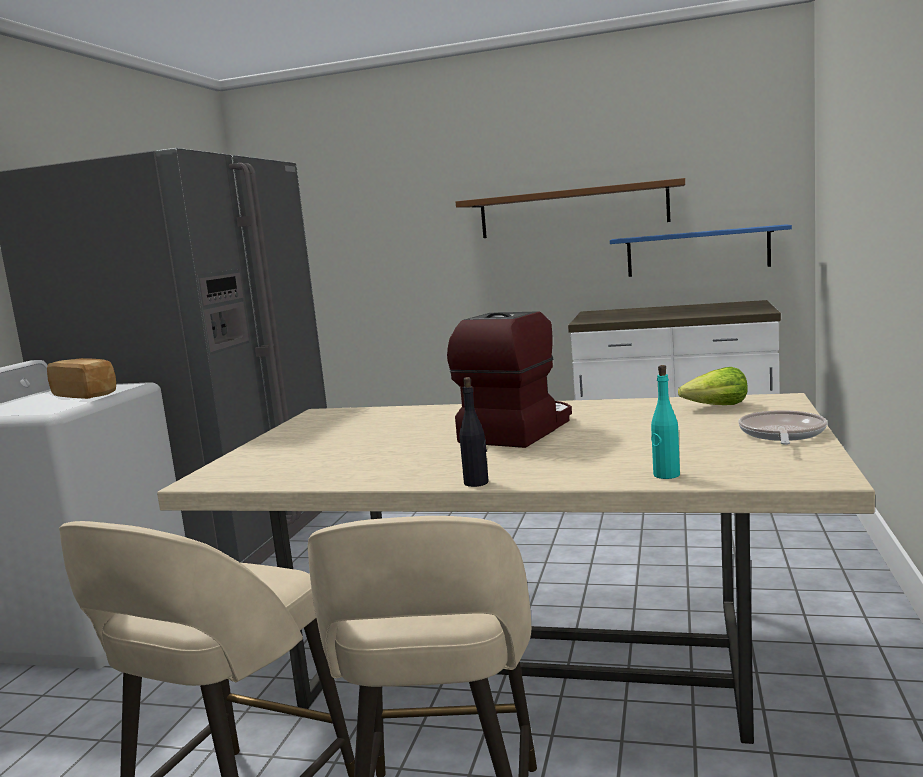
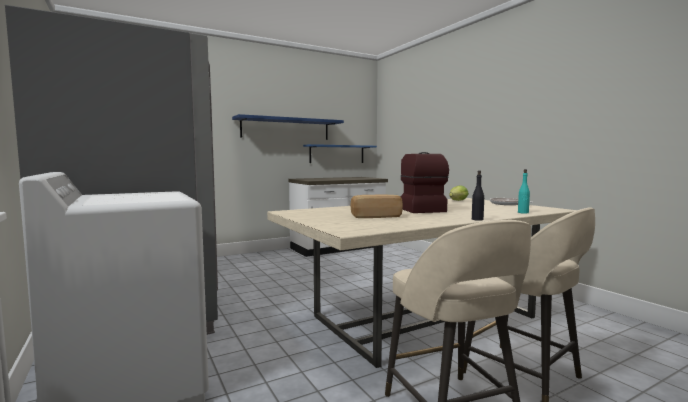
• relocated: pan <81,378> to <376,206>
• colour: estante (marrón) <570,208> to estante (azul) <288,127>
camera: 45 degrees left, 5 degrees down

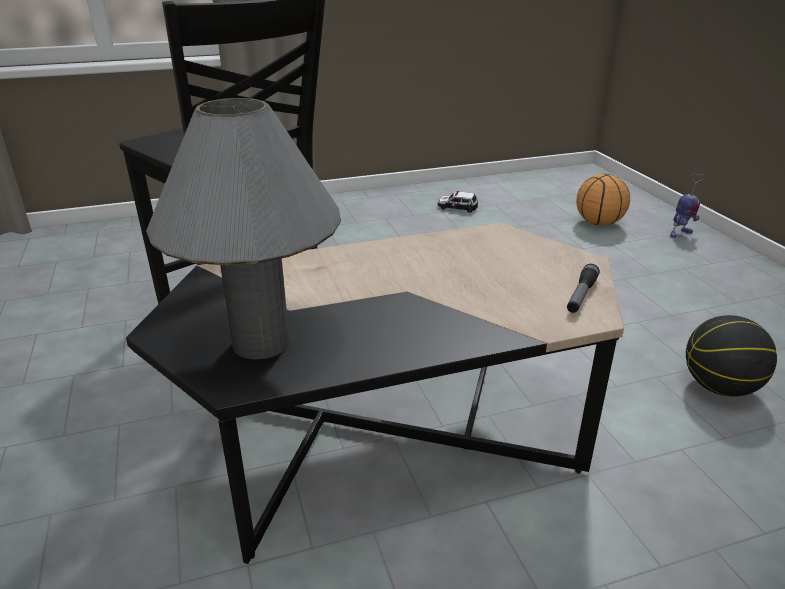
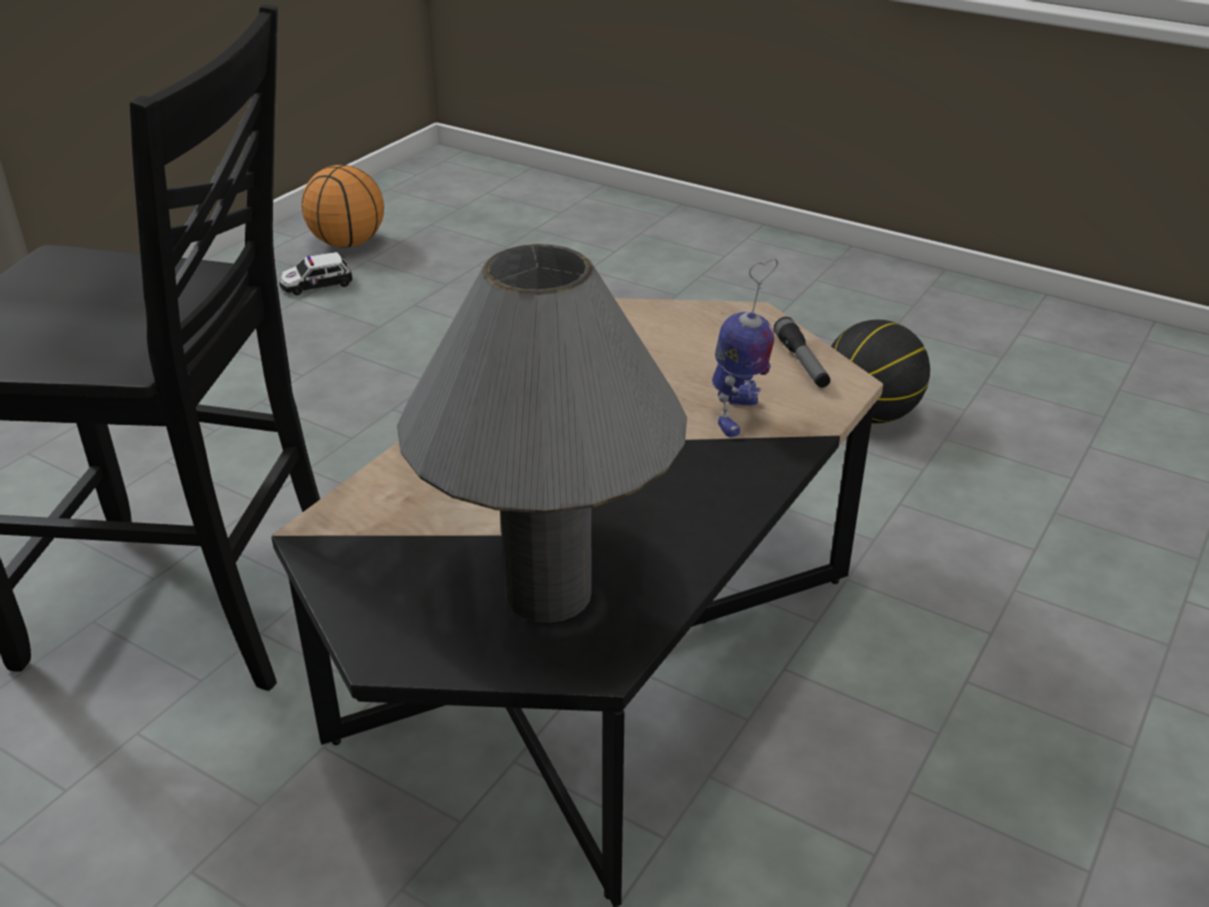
• relocated: balón de baloncesto <603,200> to <343,206>
• relocated: robot de juguete <687,206> to <745,347>
camera: 40 degrees left, 5 degrees up

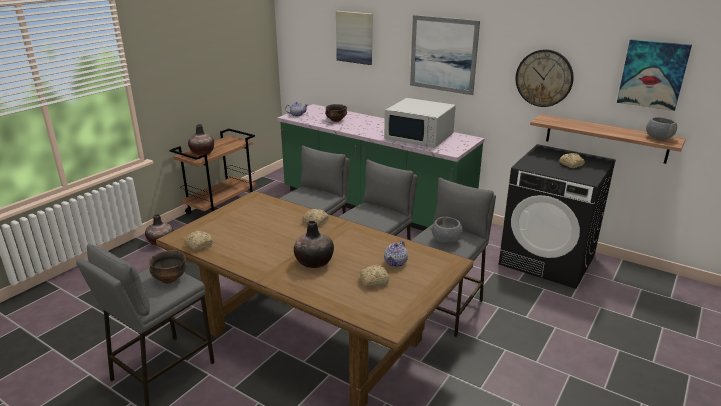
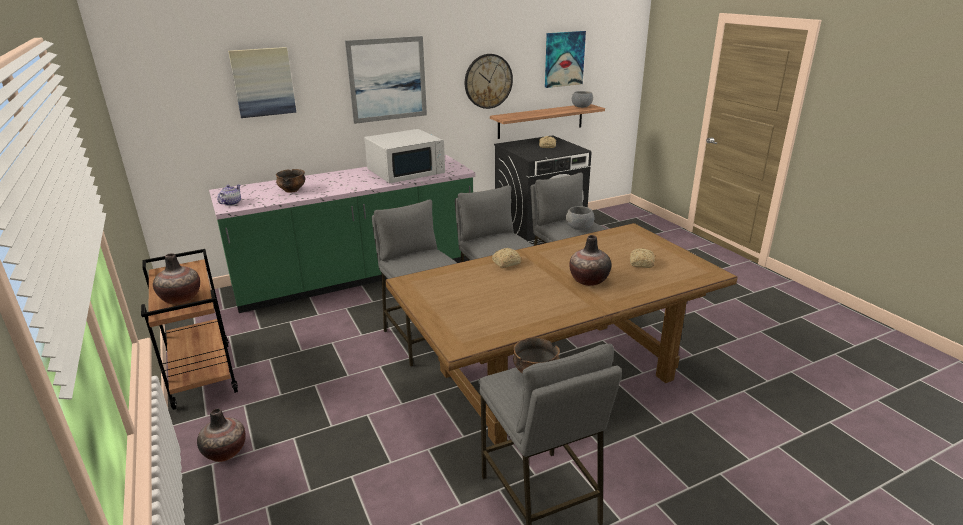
• missing: pan <198,241>
• missing: tetera <396,253>
camera: 60 degrees left, 0 degrees up

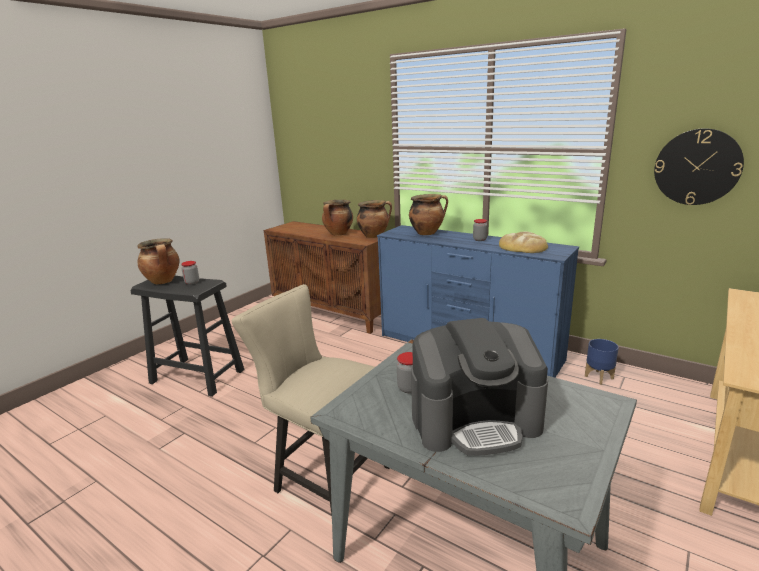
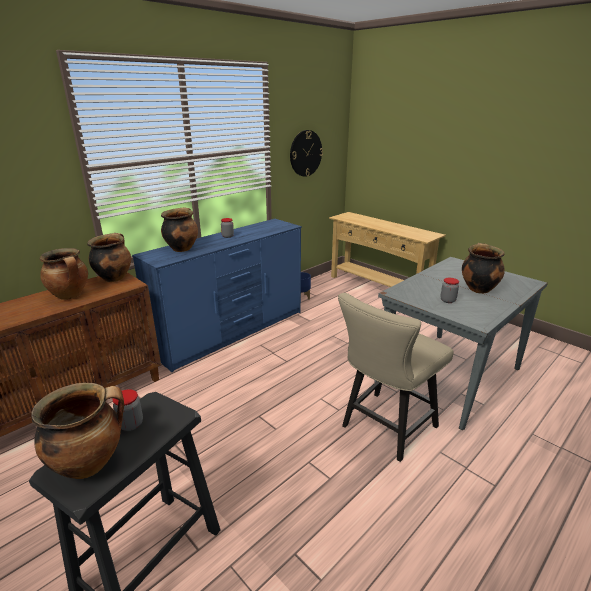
• missing: pan <523,242>
• exchanged: cafetera <479,387> to olla <483,268>
camera: 80 degrees left, 5 degrees up

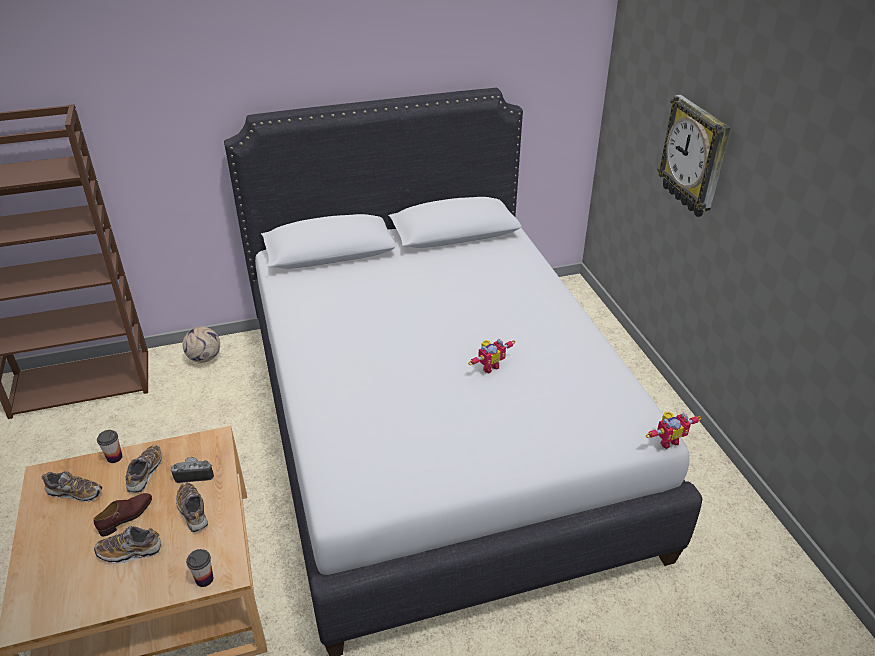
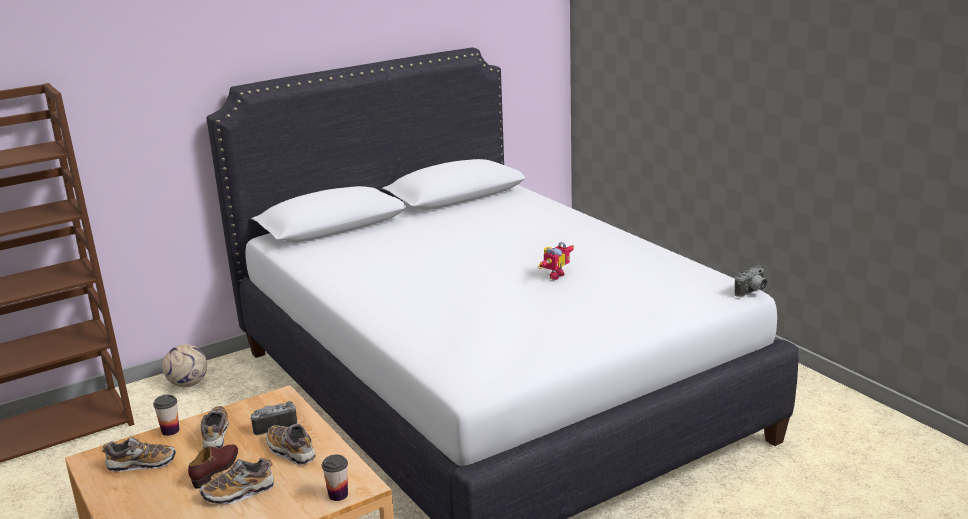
• missing: reloj de pared <694,156>
• exchanged: robot de juguete <673,430> to cámara <751,281>
camera: 15 degrees left, 15 degrees down

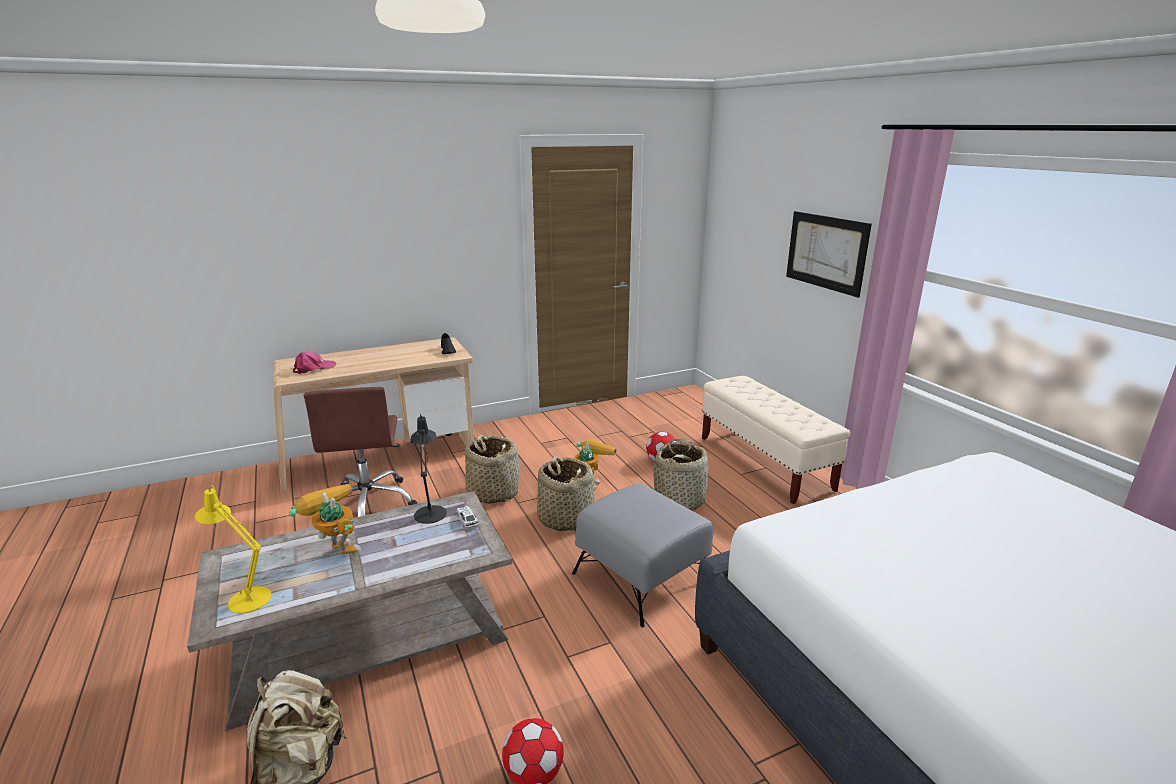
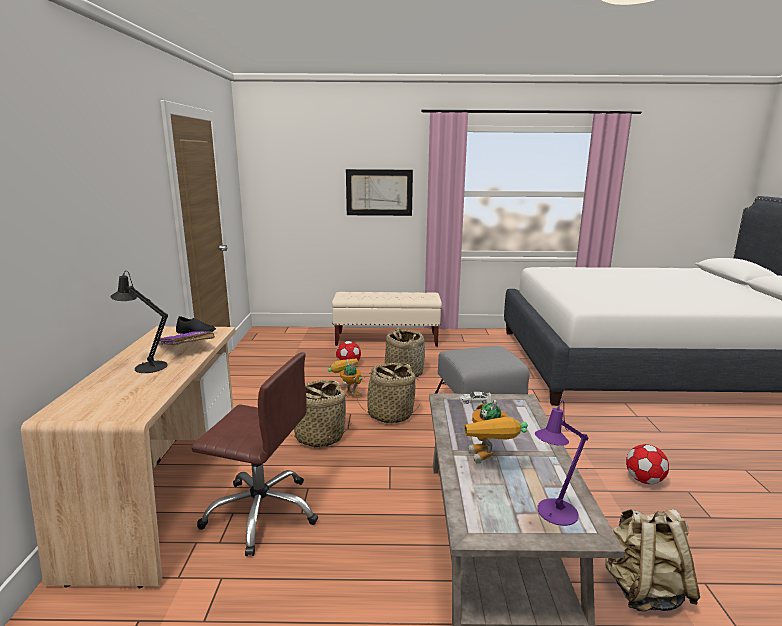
• missing: gorra (rosa) <314,363>
• appeared: libro (morado) <185,338>
• relocated: lámpara de mesa (negro) <429,469> to <139,322>
• colour: lámpara de mesa (amarillo) <233,549> to lámpara de mesa (morado) <562,463>
• spun: robot de juguete <325,519> = <496,428> 75 degrees counterclockwise
camera: 65 degrees left, 5 degrees down

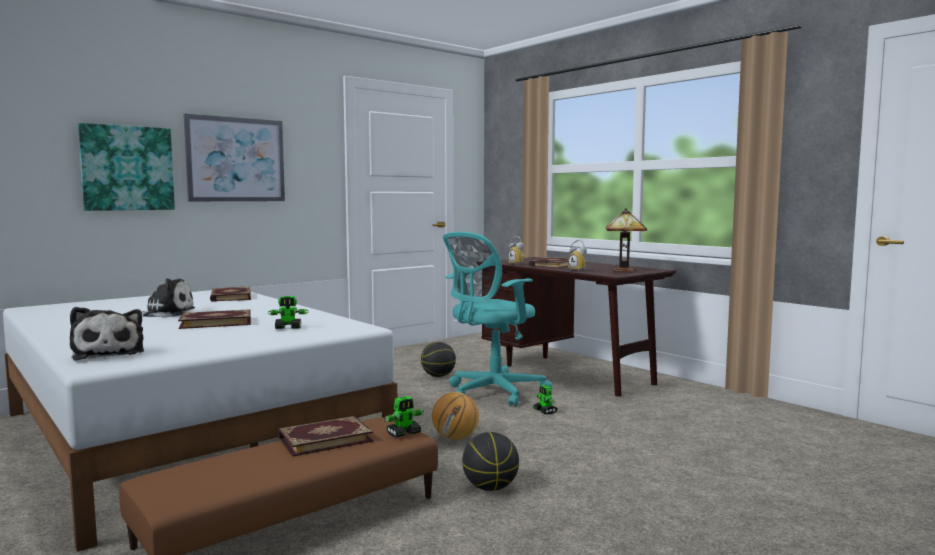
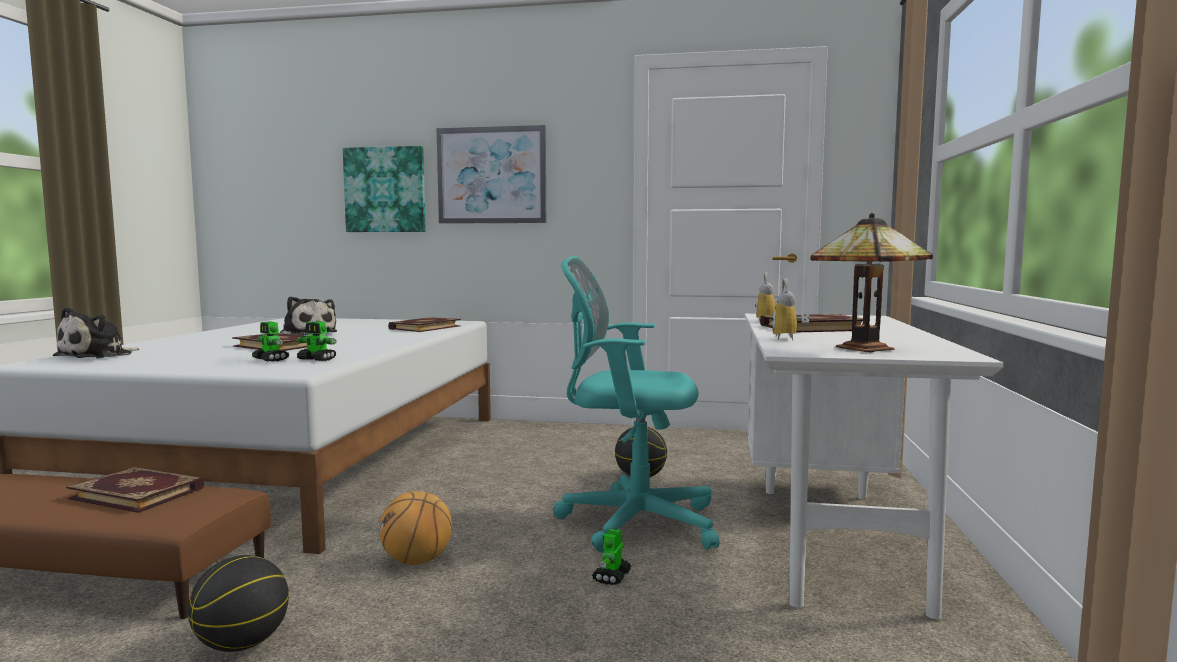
• relocated: robot de juguete <403,416> to <317,341>
• colour: escritorio (marrón) <578,326> to escritorio (blanco) <874,466>
camera: 50 degrees right, 0 degrees up

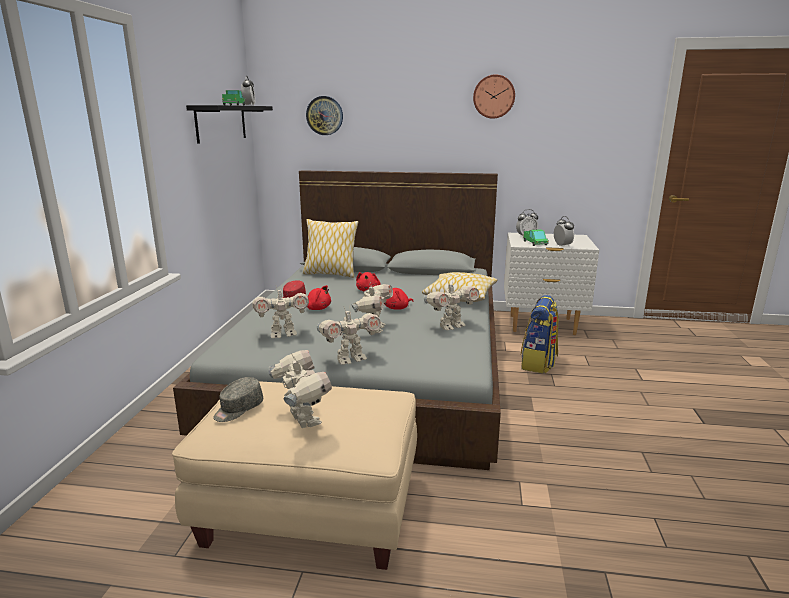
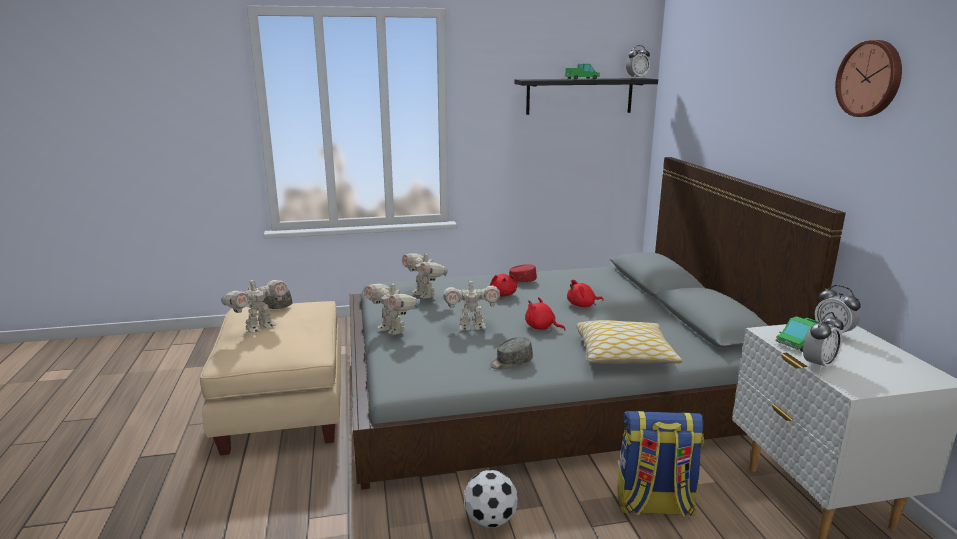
• missing: cojín <330,248>
• missing: reloj de pared <324,115>
• appeared: balón de fútbol <491,499>
• exchanged: robot de juguete <451,305> to gorra (gris) <511,353>
camera: 70 degrees right, 0 degrees up

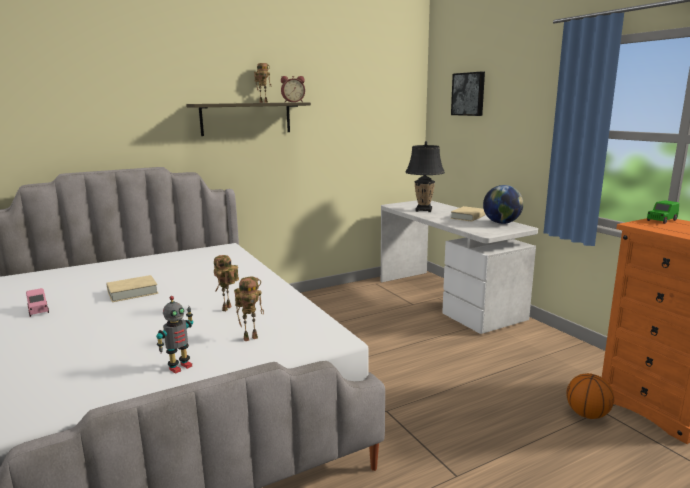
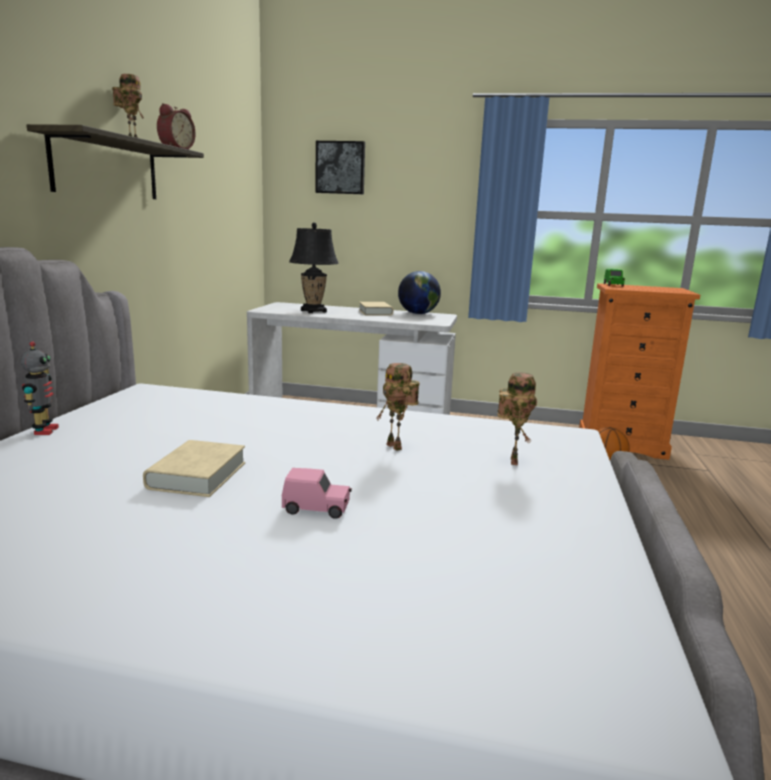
• relocated: coche de juguete (rosa) <37,302> to <316,493>
• relocated: robot de juguete <174,335> to <40,388>
camera: 50 degrees left, 0 degrees up

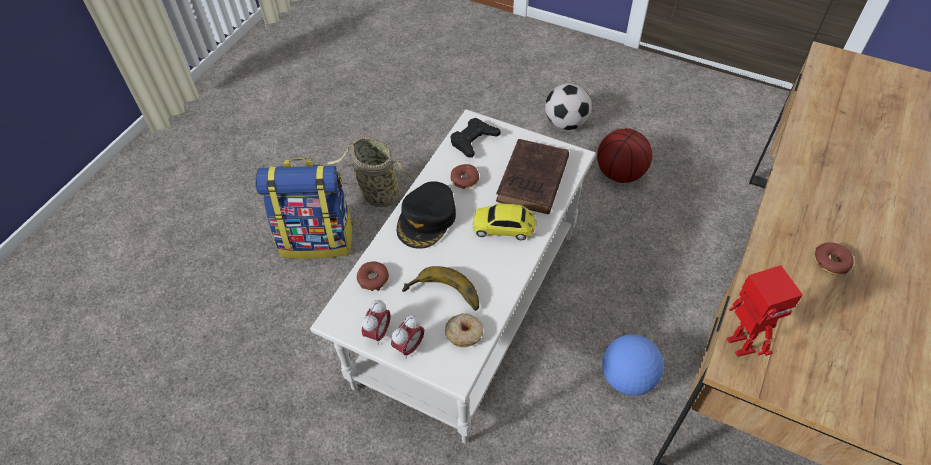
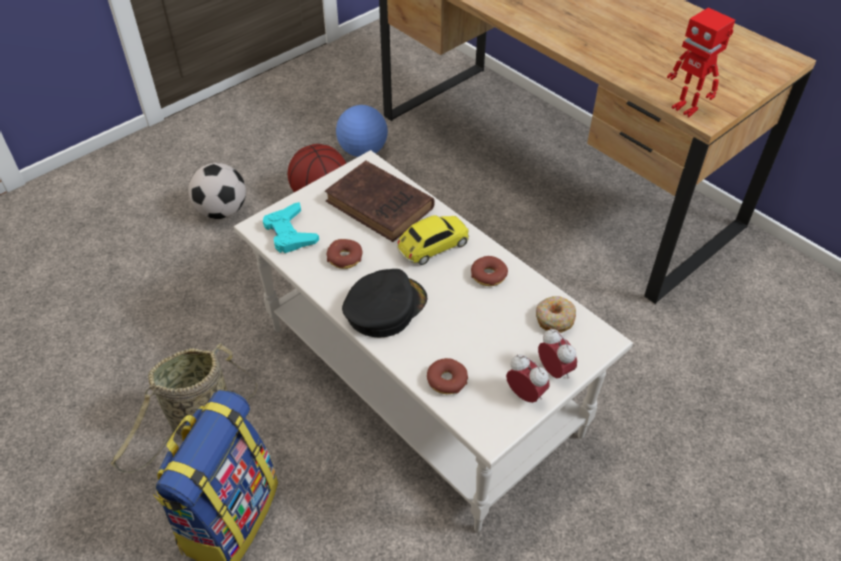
• missing: plátano <440,288>
• relocated: balón de fútbol <633,365> to <362,131>
• relocated: rosquilla <834,259> to <489,271>
• colour: mando de consola (negro) <475,138> to mando de consola (turquesa) <291,227>
• spun: gorra (negro) <426,215> = <384,303> 90 degrees counterclockwise
• spun: coche de juguete <504,221> = <433,240> 150 degrees counterclockwise
• spun: robot de juguete <765,311> = <701,62> 135 degrees counterclockwise
camera: 70 degrees left, 5 degrees down

